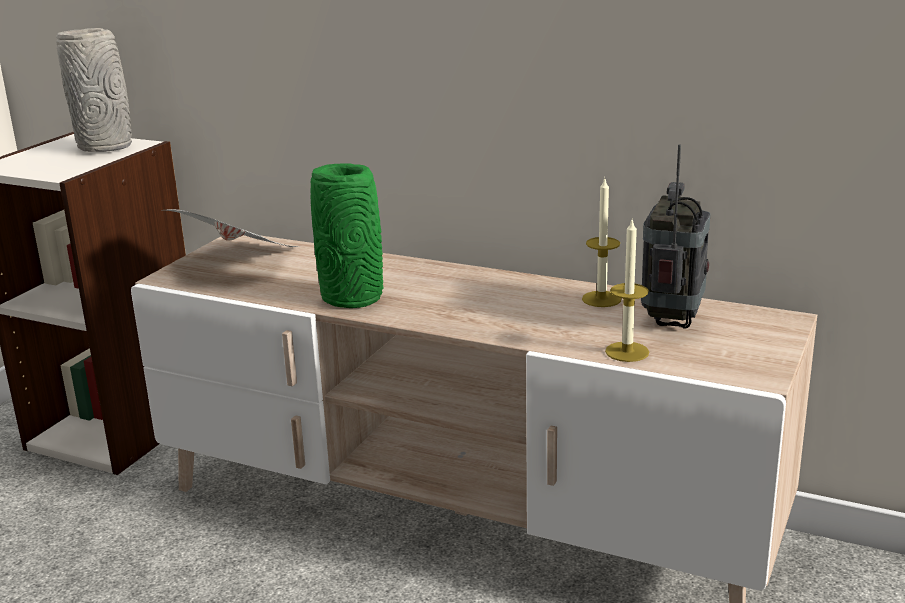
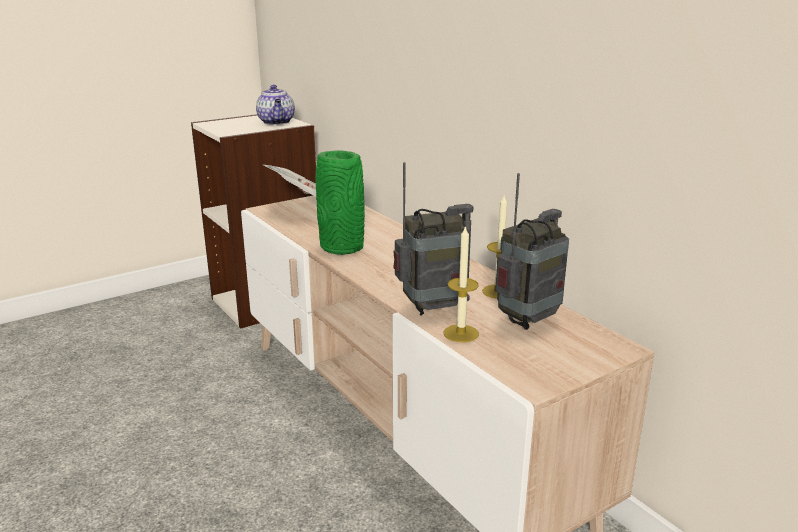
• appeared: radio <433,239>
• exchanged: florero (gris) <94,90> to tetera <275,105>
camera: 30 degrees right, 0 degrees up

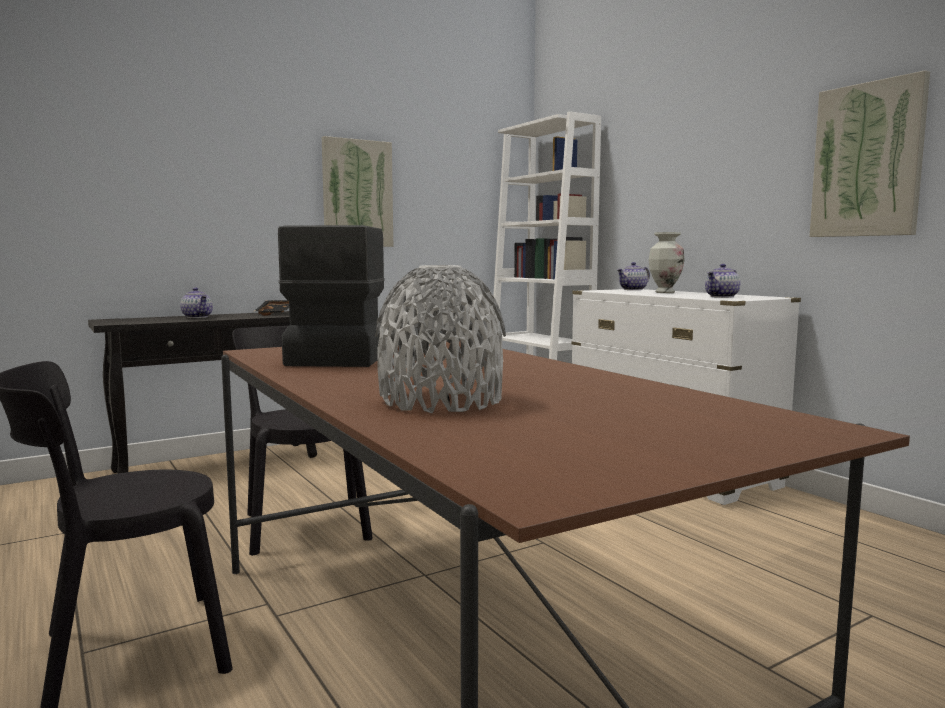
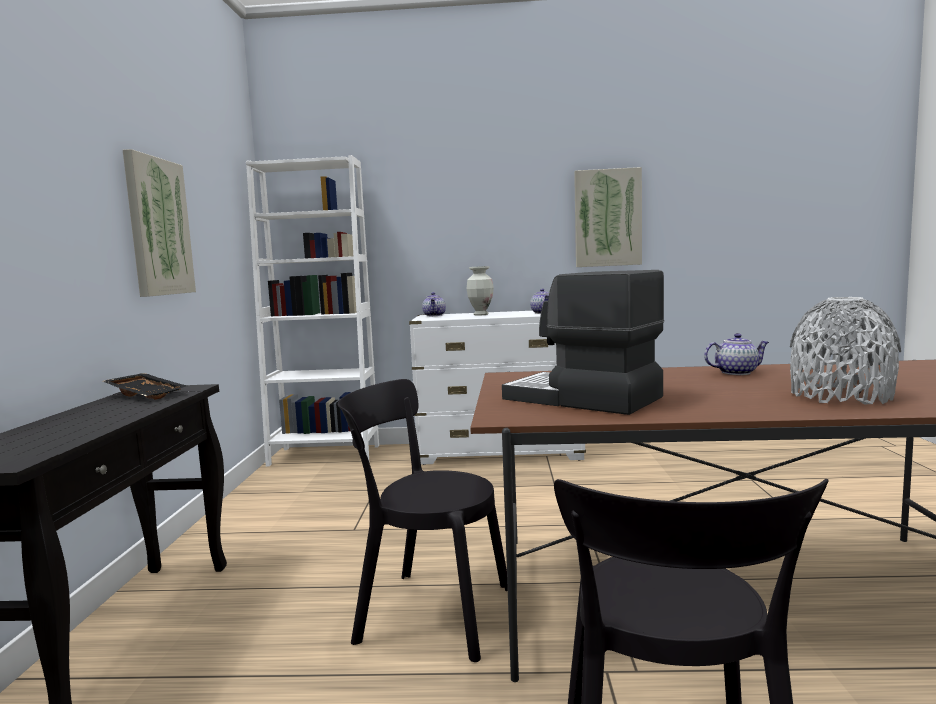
• relocated: tetera <196,302> to <736,354>
camera: 55 degrees left, 0 degrees up

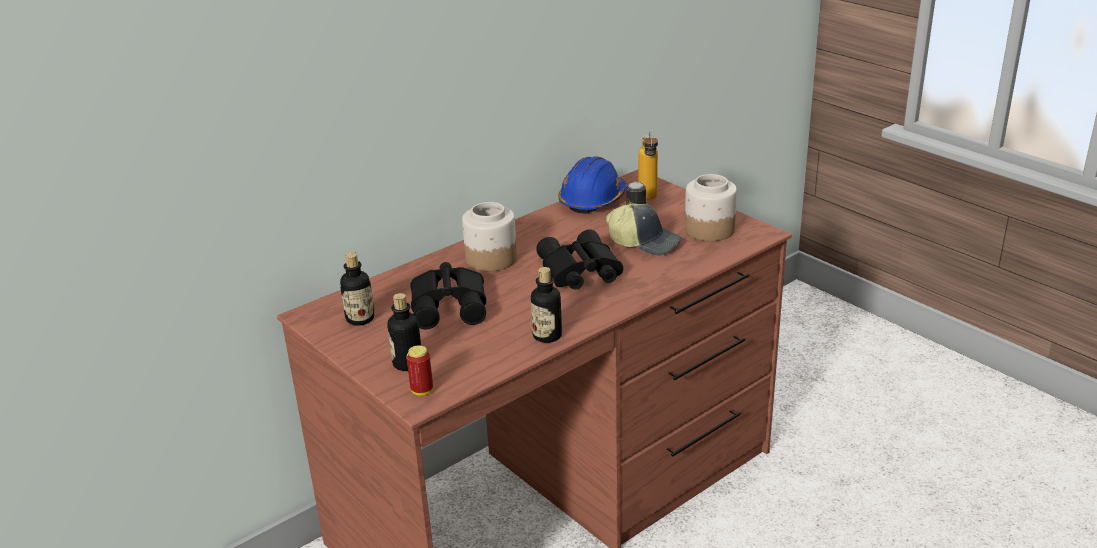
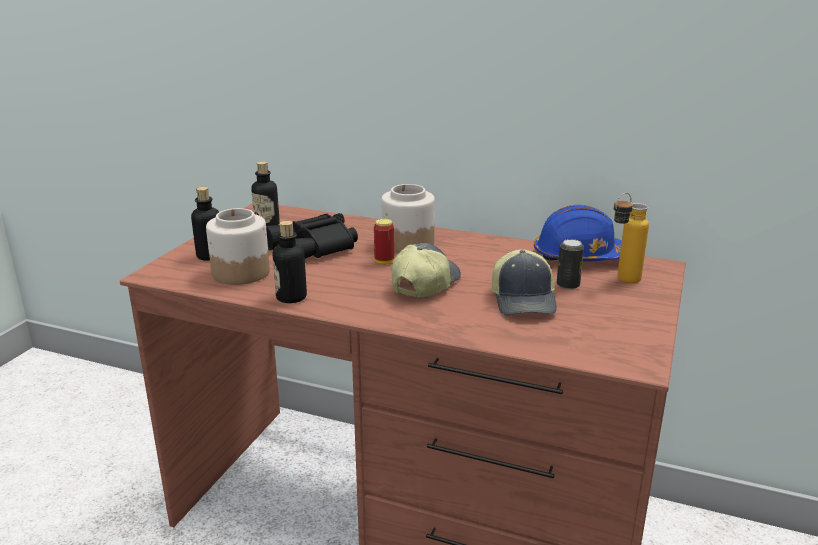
• relocated: lata <420,370> to <384,241>
• relocated: tarro <711,207> to <238,246>
• exchanged: prismáticos (negro) <579,259> to gorra <426,270>
camera: 60 degrees right, 5 degrees down

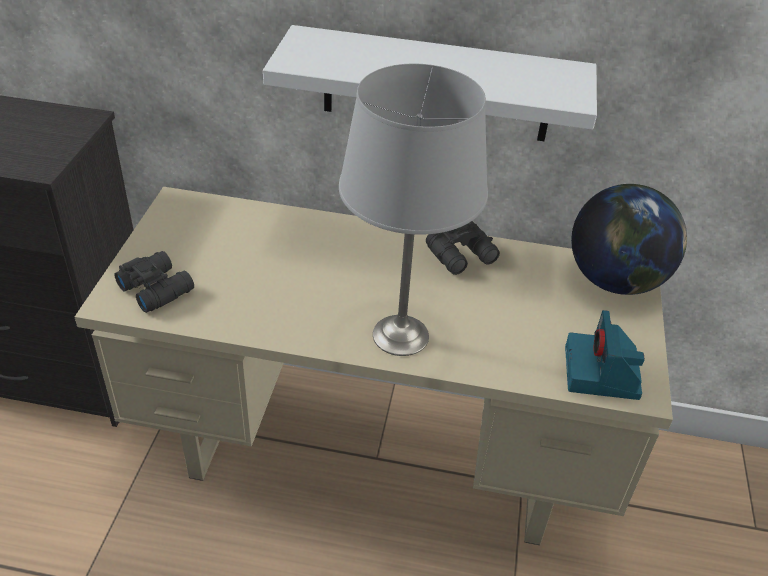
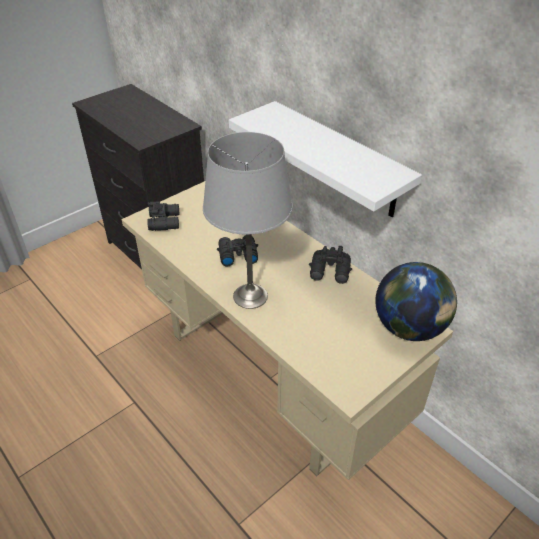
• missing: cámara <605,355>
• appeared: prismáticos (negro) <237,251>
camera: 40 degrees right, 0 degrees up

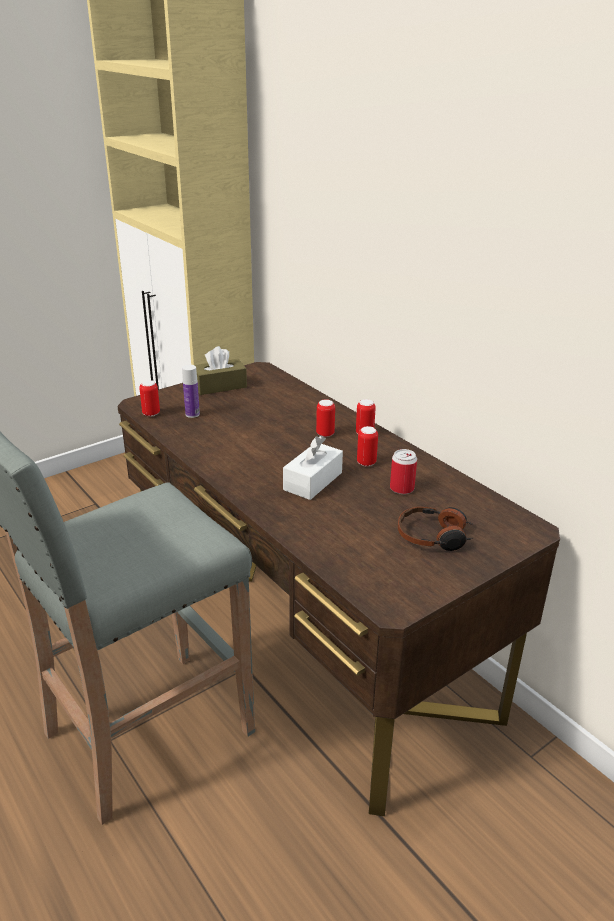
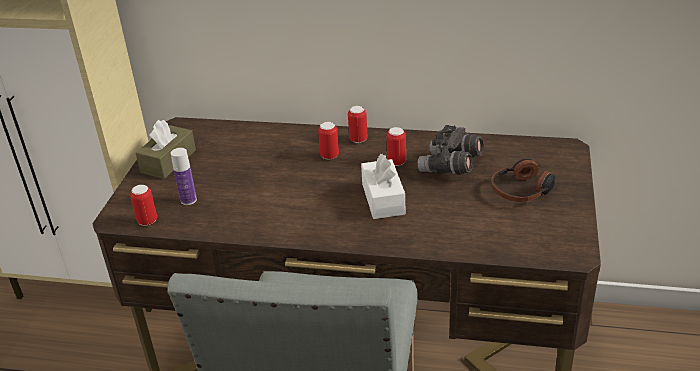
• exchanged: lata <403,471> to prismáticos (gris) <450,150>
camera: 40 degrees left, 5 degrees up

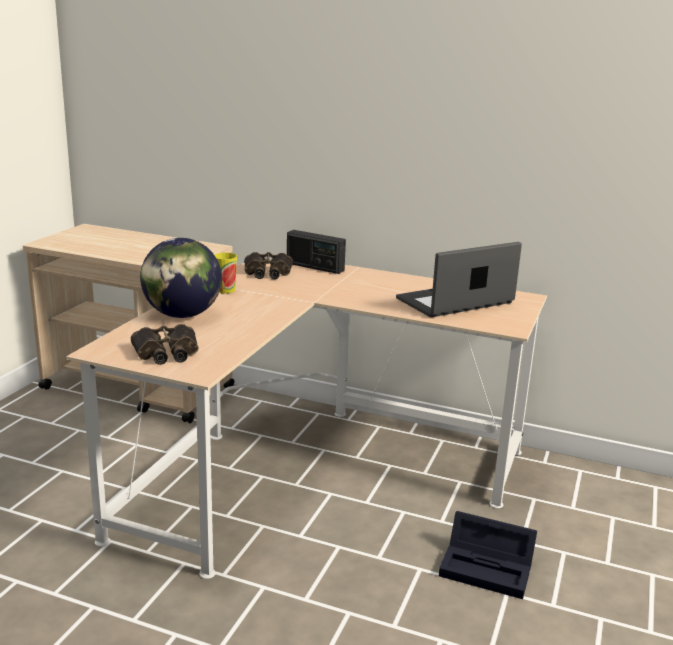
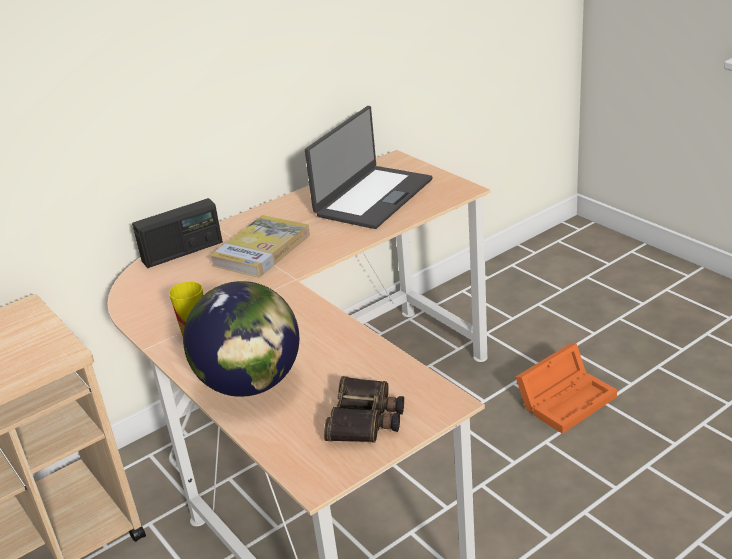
• missing: prismáticos <268,265>
• appeared: libro <260,246>
• colour: caja de almacenaje (negro) <488,555> to caja de almacenaje (naranja) <566,388>
• spun: portátil <459,279> = <369,167> 150 degrees counterclockwise
camera: 55 degrees left, 10 degrees up

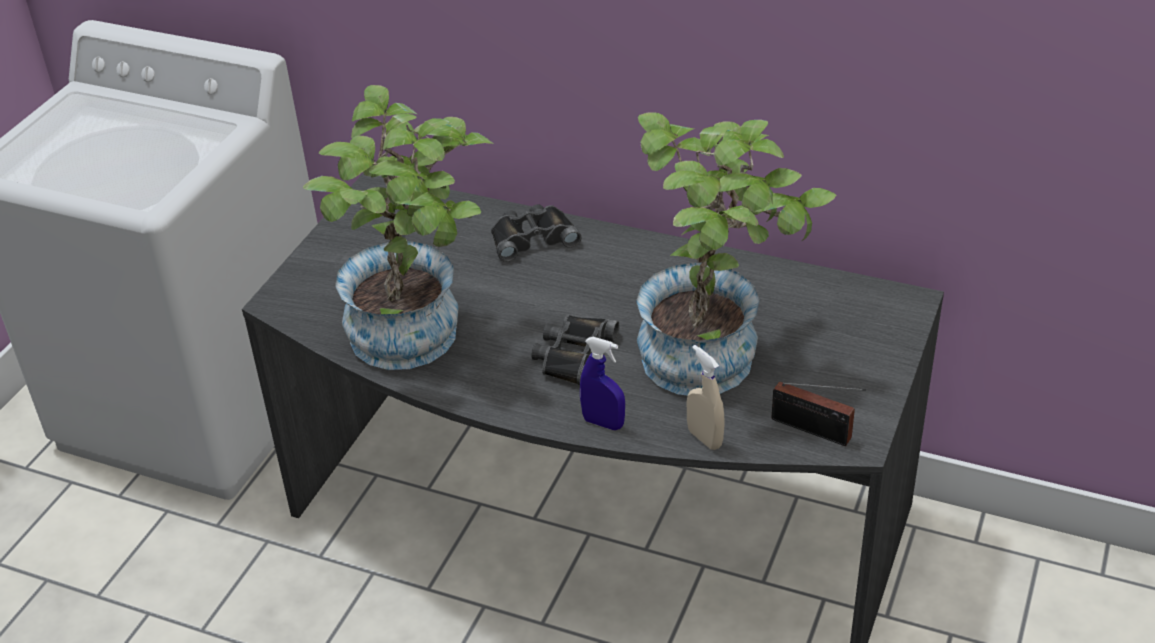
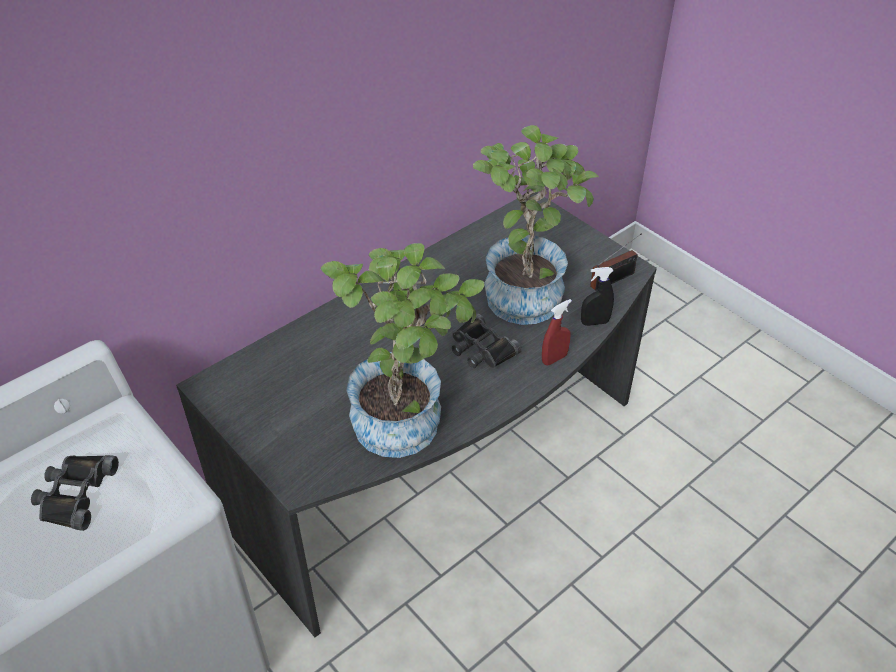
• relocated: prismáticos (negro) <536,233> to <75,493>
• colour: pulverizador (azul) <602,383> to pulverizador (rojo) <557,332>
• colour: pulverizador (beis) <705,397> to pulverizador (negro) <597,296>
camera: 65 degrees left, 5 degrees up

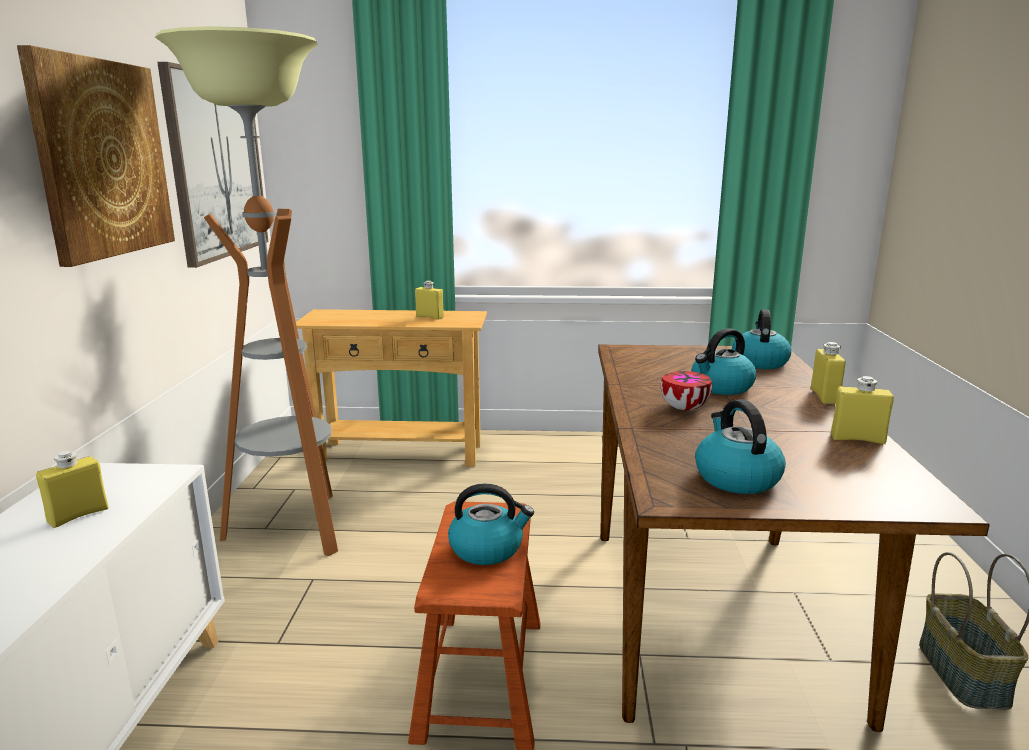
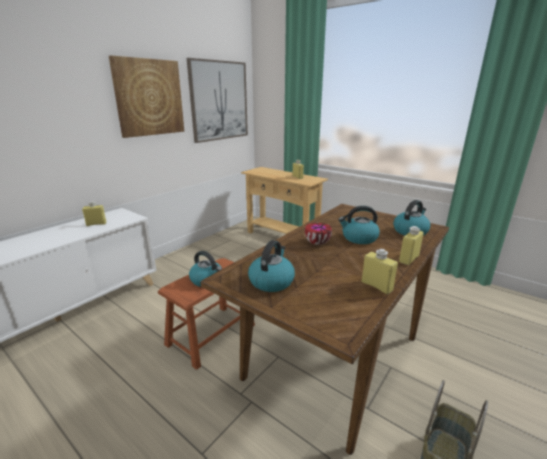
• missing: lámpara de pie <246,291>
camera: 35 degrees right, 5 degrees up

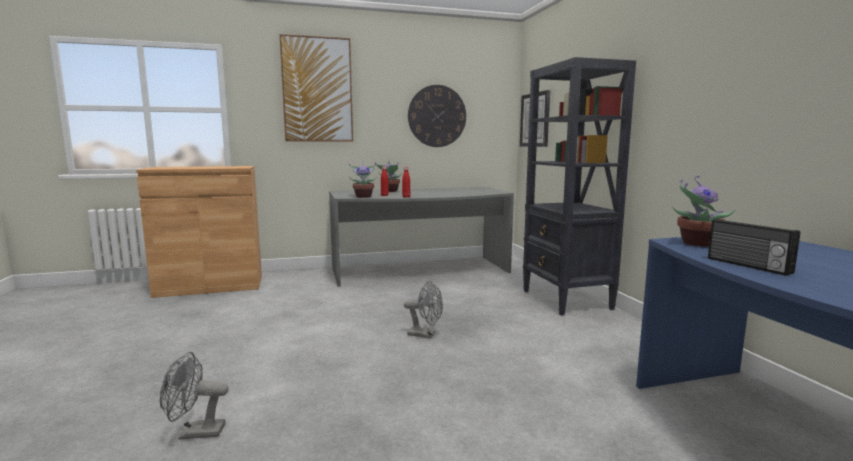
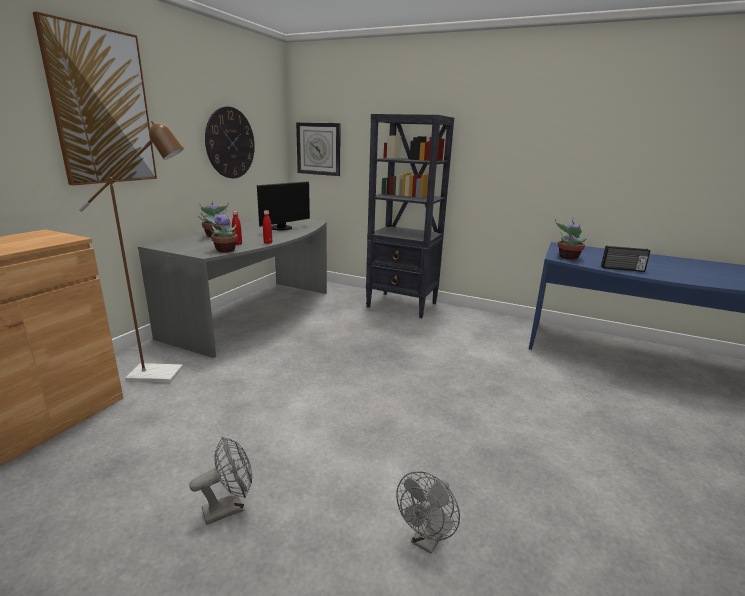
• appeared: lámpara de pie (marrón) <131,252>
• appeared: monitor <283,206>
• relocated: ventilador (gris) <423,309> to <220,481>
camera: 50 degrees left, 10 degrees up

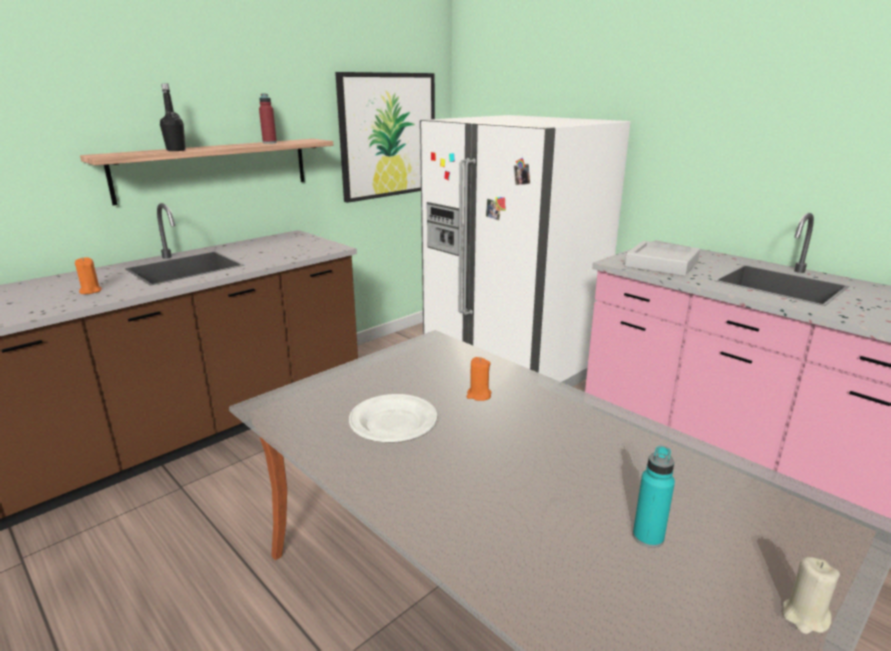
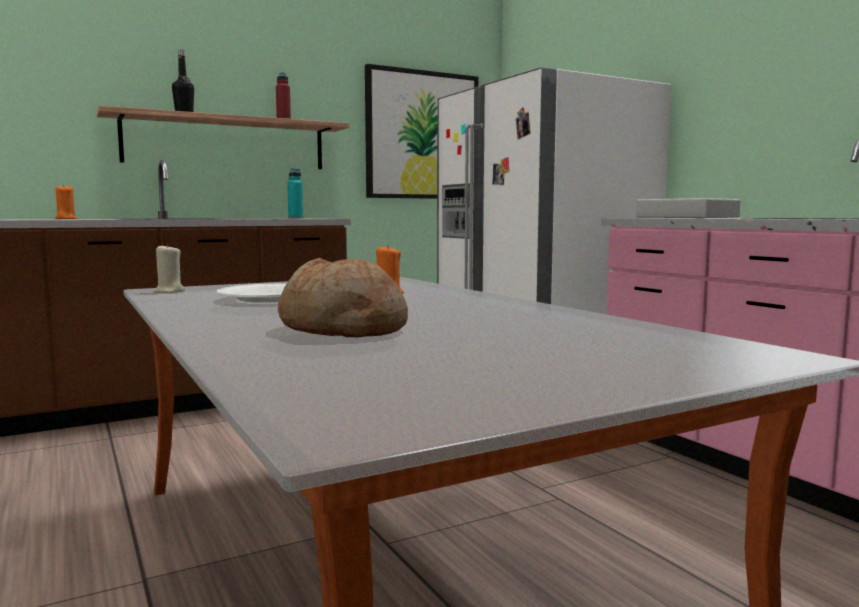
• appeared: pan <343,297>
• relocated: botella (turquesa) <654,497> to <295,193>
• relocated: vela (beis) <811,595> to <169,268>
camera: 15 degrees right, 15 degrees down

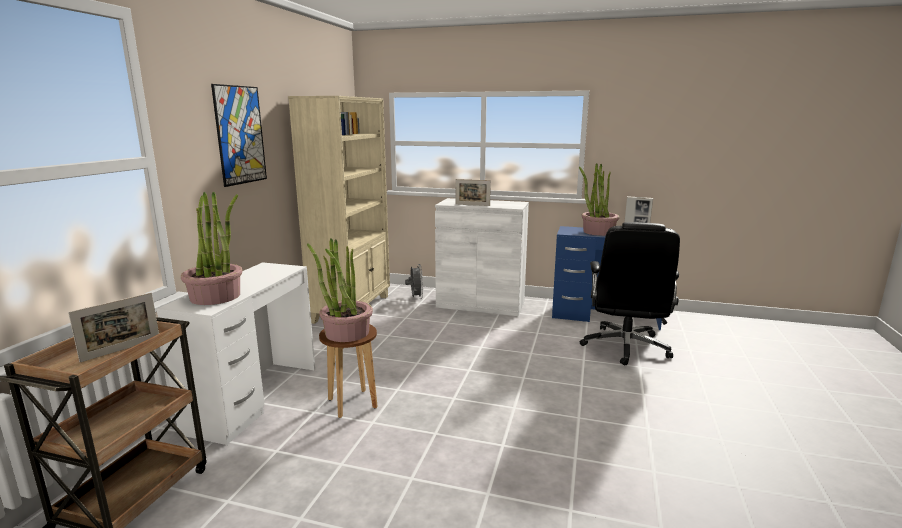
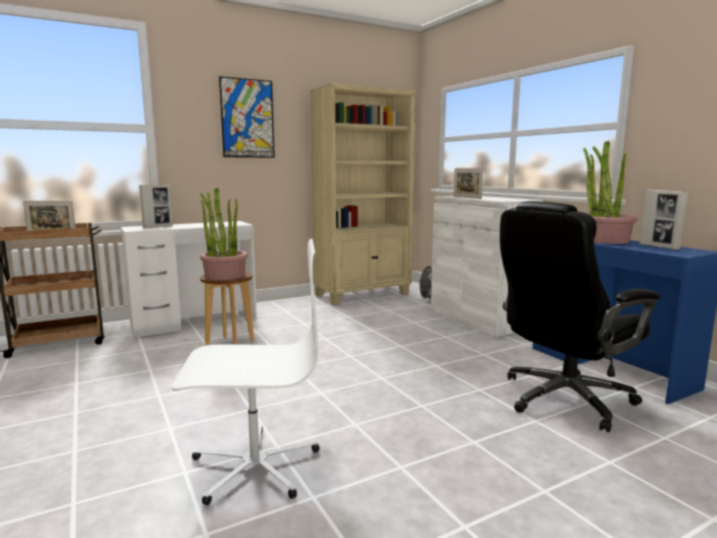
• appeared: silla de oficina (blanco) <246,372>
• exchanged: planta en maceta <211,248> to portarretratos <156,206>
camera: 45 degrees right, 5 degrees down

